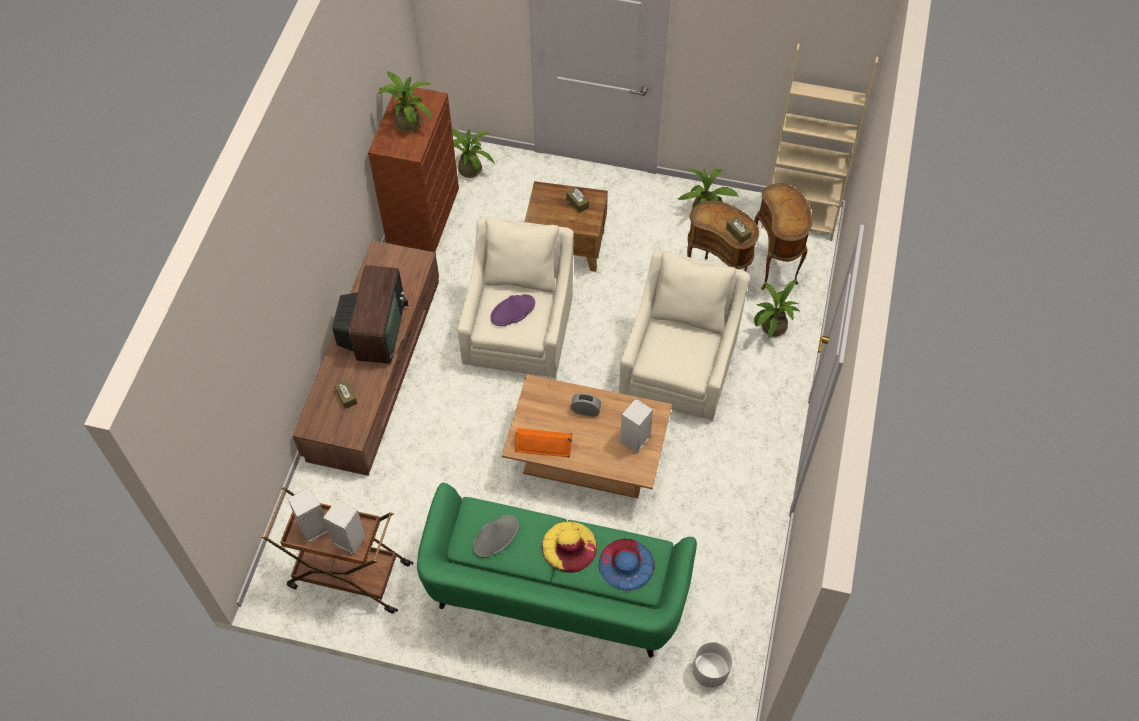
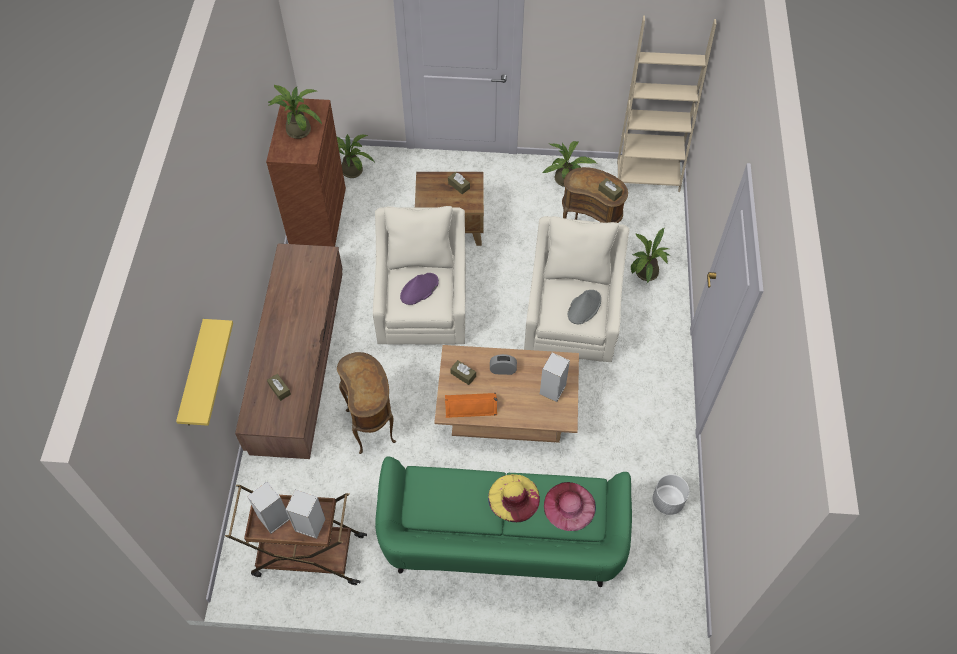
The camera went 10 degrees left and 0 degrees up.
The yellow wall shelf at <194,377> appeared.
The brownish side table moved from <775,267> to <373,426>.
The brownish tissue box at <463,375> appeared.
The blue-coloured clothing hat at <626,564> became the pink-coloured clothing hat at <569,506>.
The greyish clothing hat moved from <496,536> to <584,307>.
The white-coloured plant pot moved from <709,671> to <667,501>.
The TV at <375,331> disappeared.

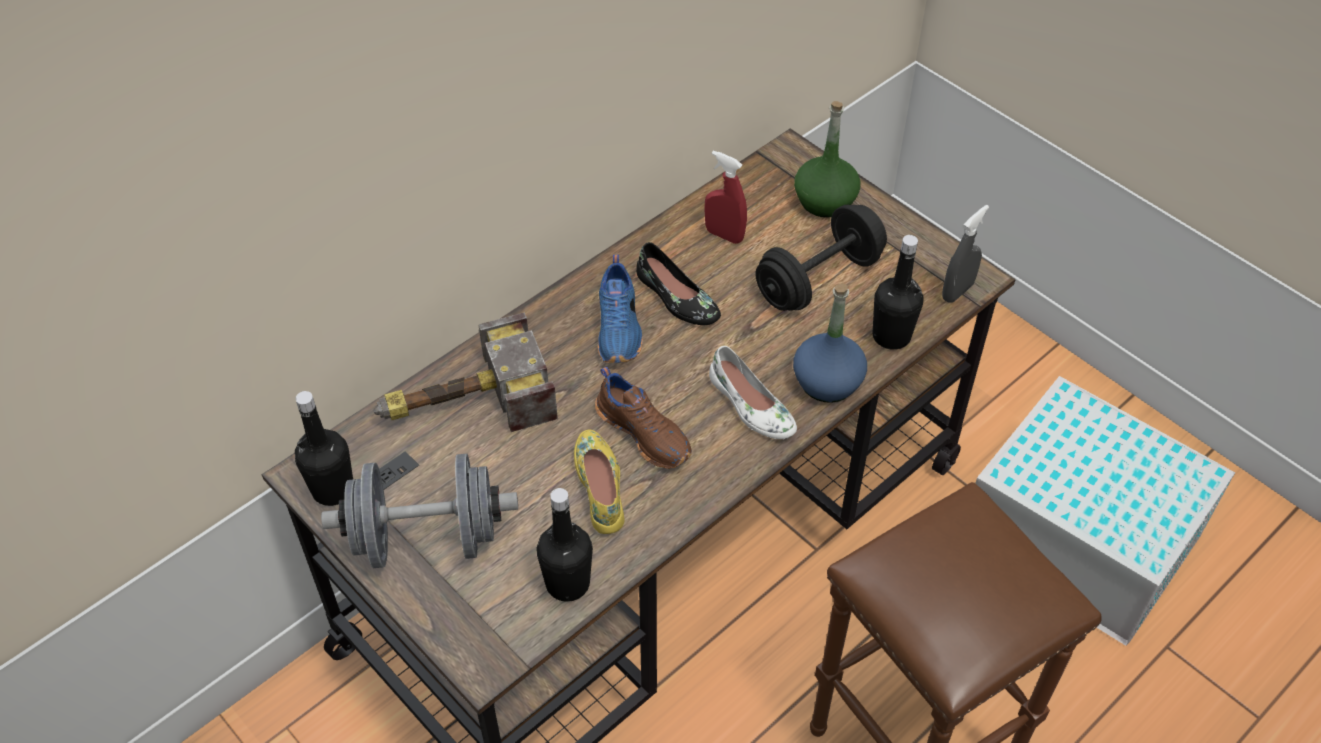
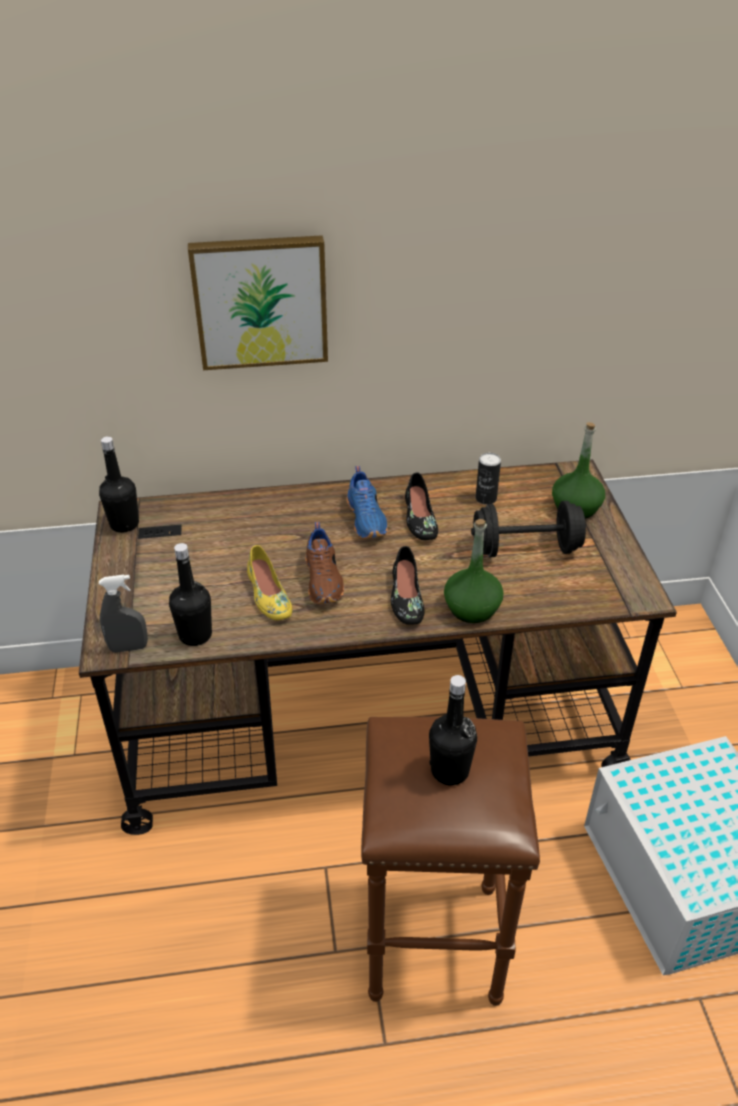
The camera went 35 degrees right and 10 degrees down.
The greyish sprayer moved from <957,291> to <128,647>.
The wall picture at <260,301> appeared.
The yellow shoe at <601,486> turned 135 degrees clockwise.
The blue-coloured shoe at <620,328> turned 45 degrees counterclockwise.
The white-coloured shoe at <750,406> became the blackish shoe at <405,597>.
The blackish bottle moved from <891,336> to <450,771>.
The blue-coloured bottle at <827,382> became the green bottle at <471,608>.
The red-coloured sprayer at <724,235> was replaced by the sealed can at <486,498>.
The greyish hand weight at <427,538> disappeared.
The tool hammer at <461,404> disappeared.

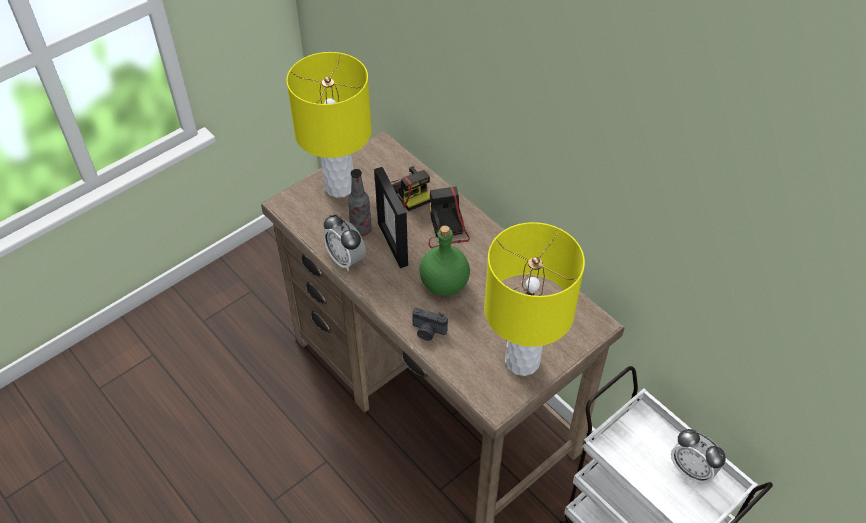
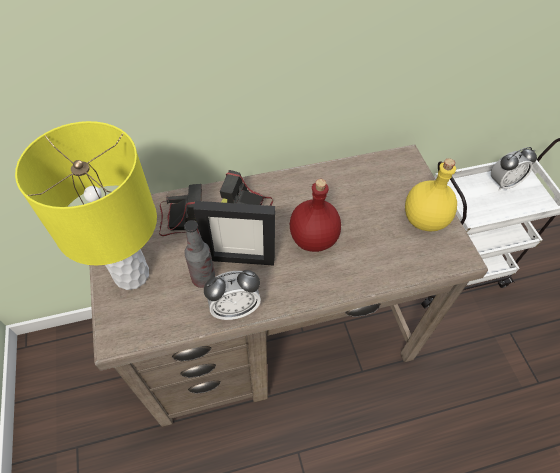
The camera went 65 degrees left and 5 degrees up.
The green bottle at <443,285> became the red-coloured bottle at <313,239>.
The yellow lamp for a table at <522,361> was replaced by the yellow bottle at <423,219>.
The photo camera at <428,331> disappeared.

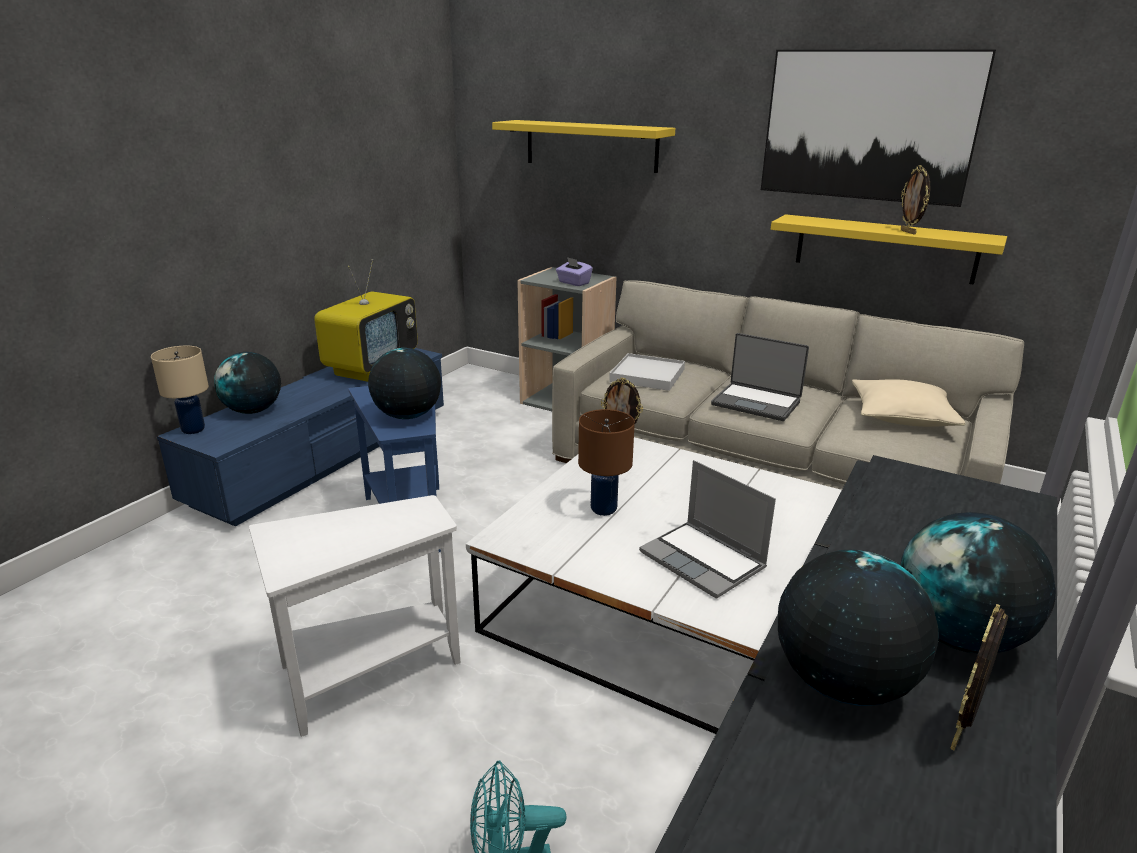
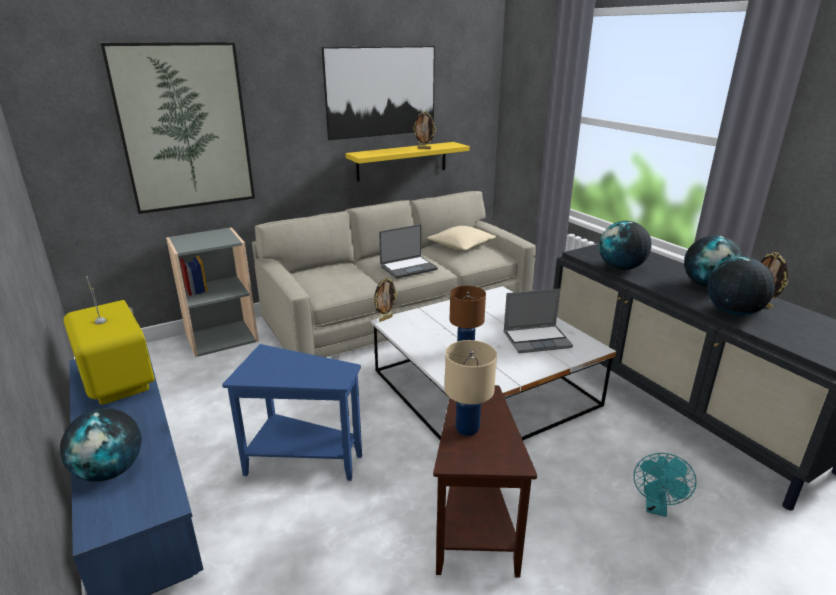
The camera went 60 degrees left and 0 degrees up.
The yellow wall shelf at <591,145> was replaced by the wall picture at <185,128>.
The white-coloured side table at <364,675> became the brownish side table at <474,529>.
The beige-coloured lamp for a table moved from <192,430> to <467,430>.
The world globe moved from <407,416> to <621,268>.
The purplish tissue box at <573,283> disappeared.
The white-coloured carrying tray at <647,375> disappeared.

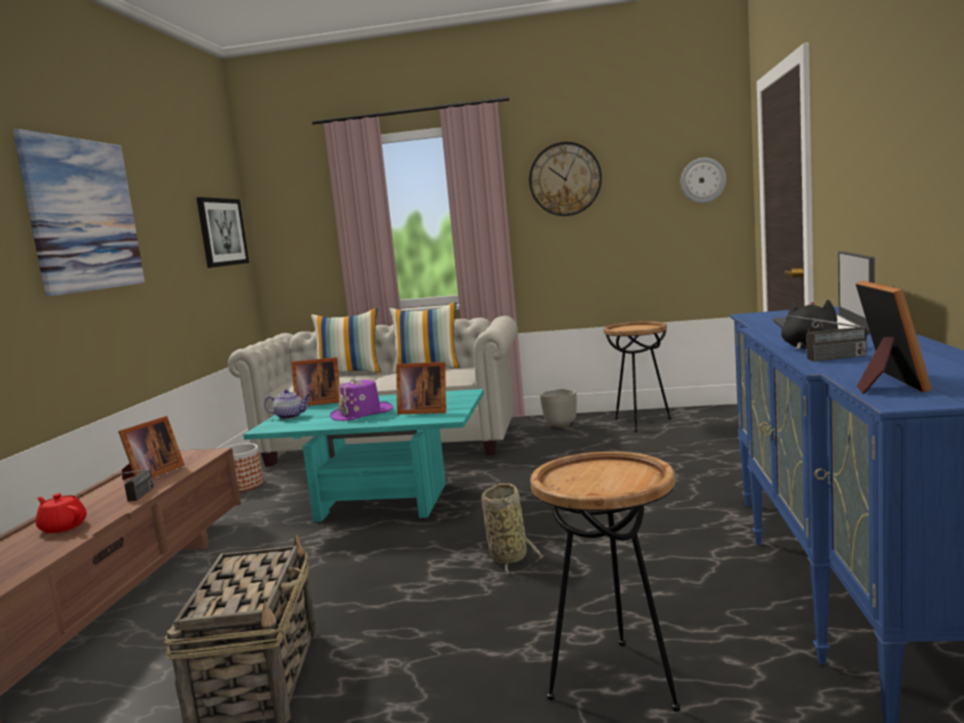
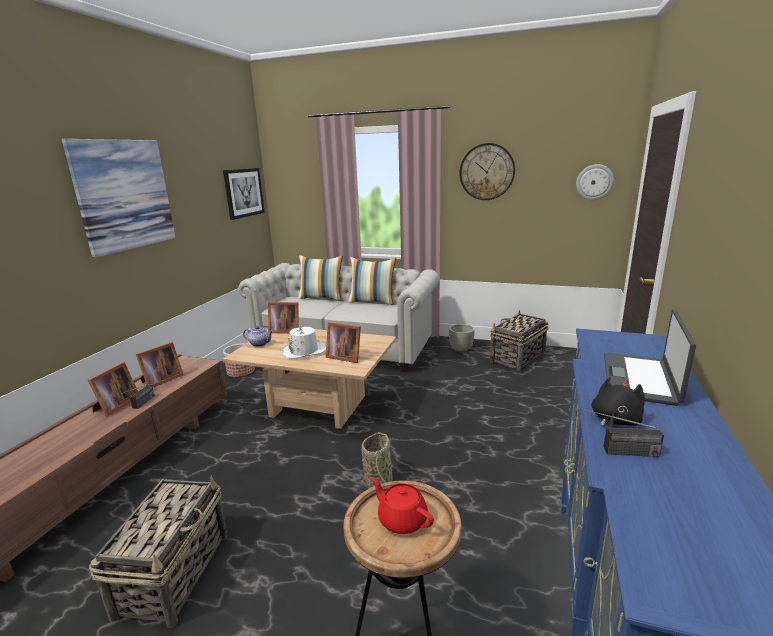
The camera went 10 degrees right and 10 degrees up.
The picture frame moved from <883,383> to <115,406>.
The blue-green coffee table at <382,502> became the beige-coloured coffee table at <318,406>.
The purplish clothing hat at <362,414> became the white-coloured clothing hat at <304,351>.
The red-coloured tea pot moved from <63,527> to <402,519>.
The brownish side table at <640,423> was replaced by the storage basket at <517,357>.

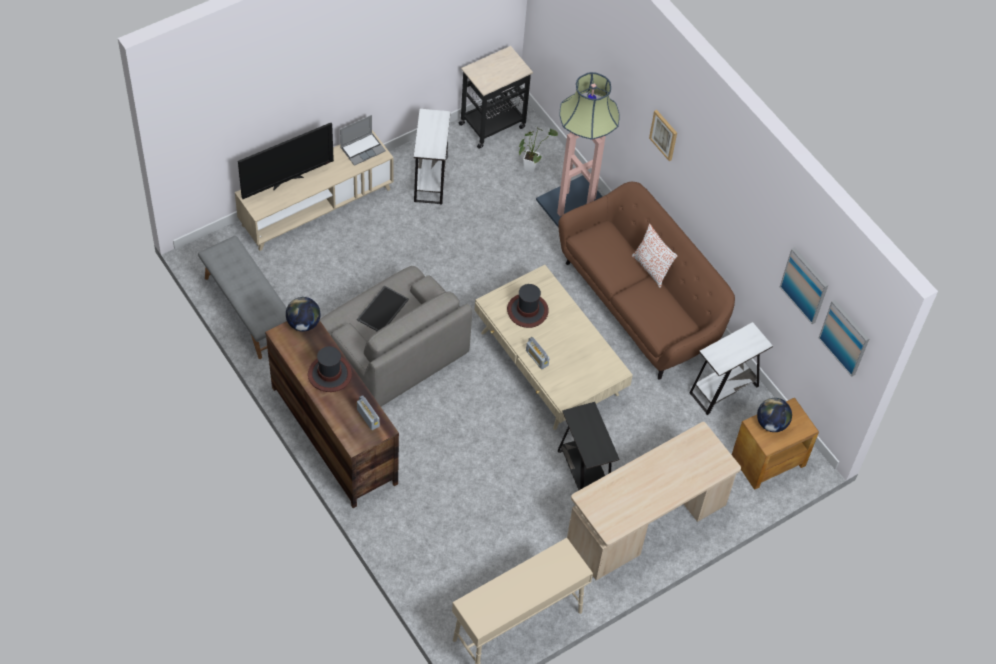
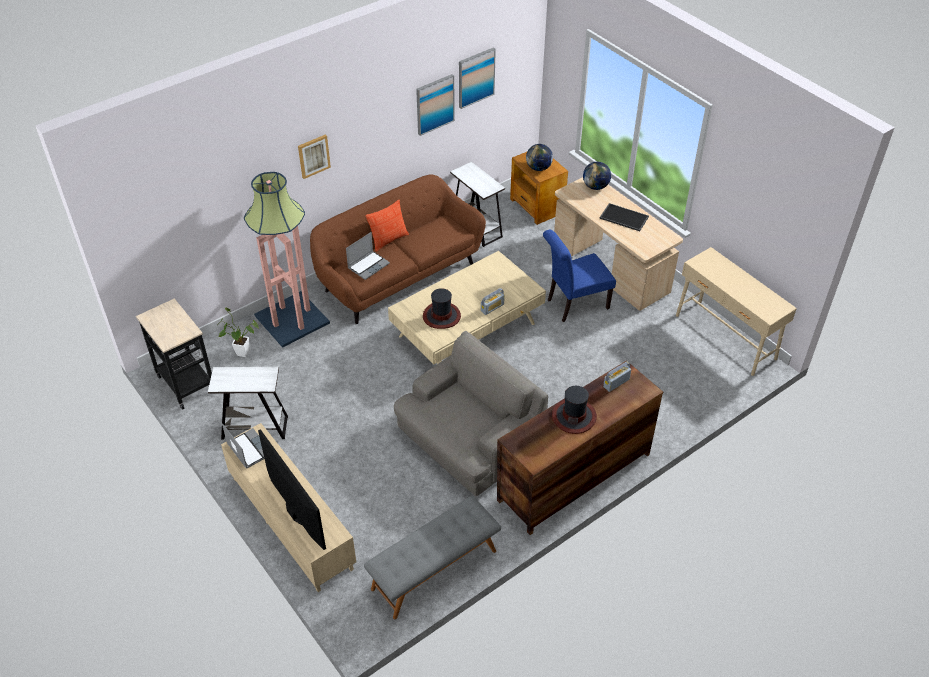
The camera went 90 degrees left and 10 degrees down.
The portable computer at <368,265> appeared.
The white-coloured cushion at <651,269> became the orange cushion at <389,240>.
The wall picture moved from <845,337> to <434,104>.
The blackish side table at <583,474> was replaced by the blue-coloured chair at <574,304>.
The world globe moved from <303,323> to <595,186>.
The carrying tray moved from <382,309> to <623,218>.

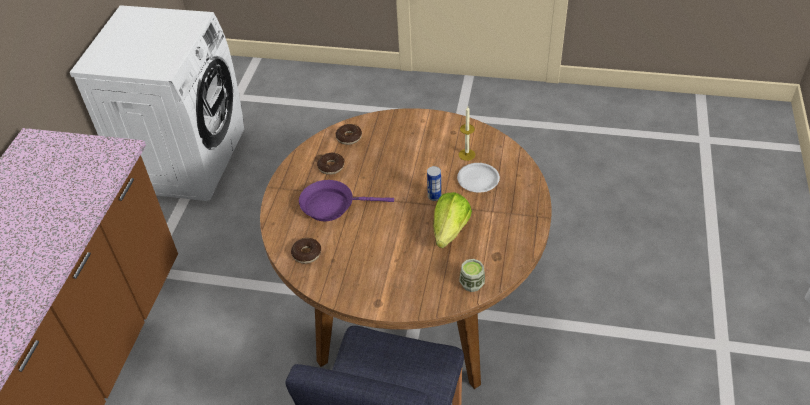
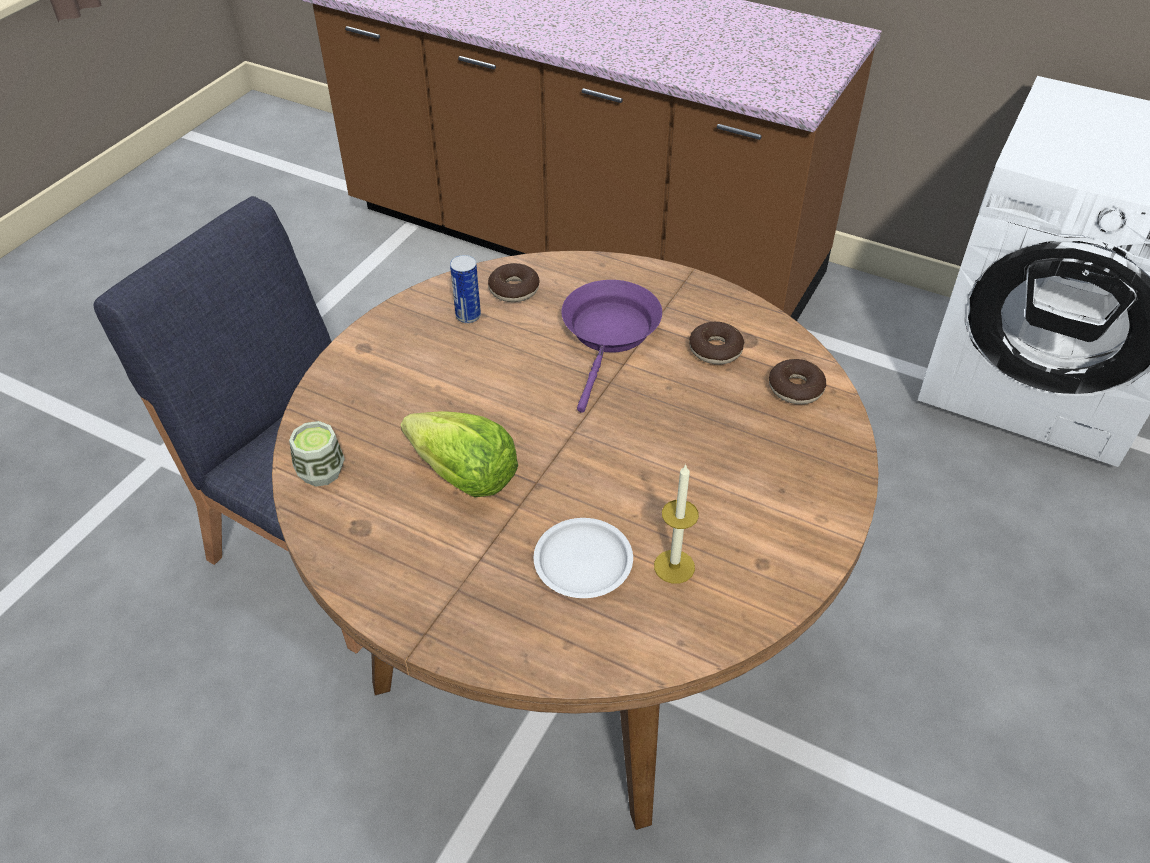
The camera went 105 degrees right and 0 degrees up.
The sealed can moved from <434,196> to <468,315>.

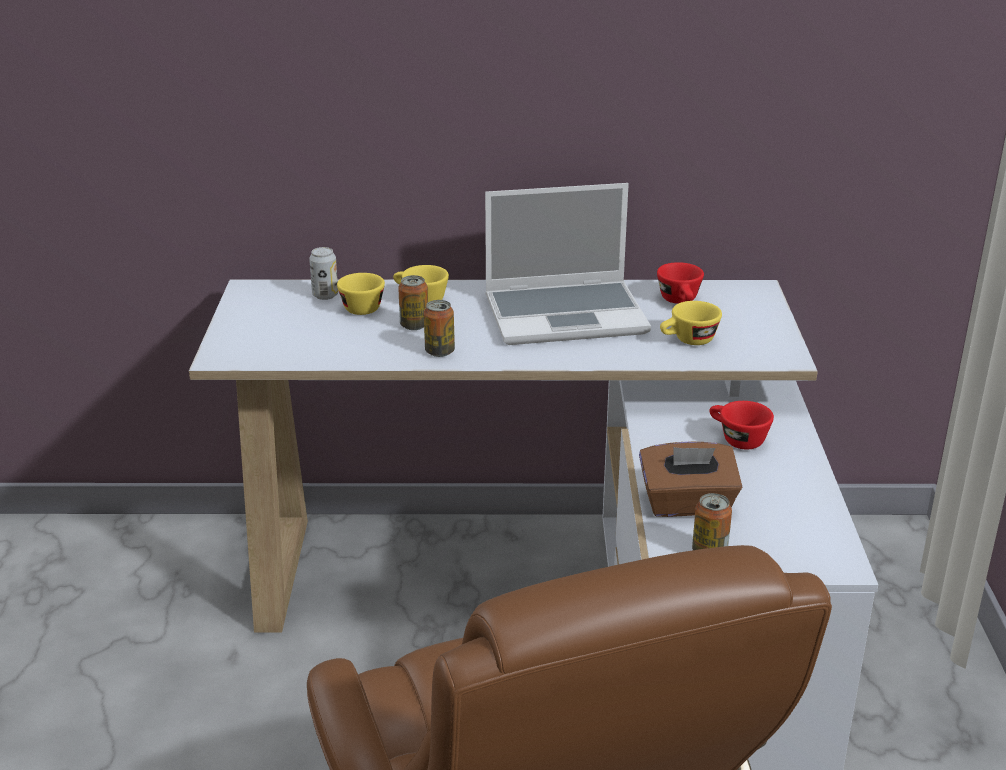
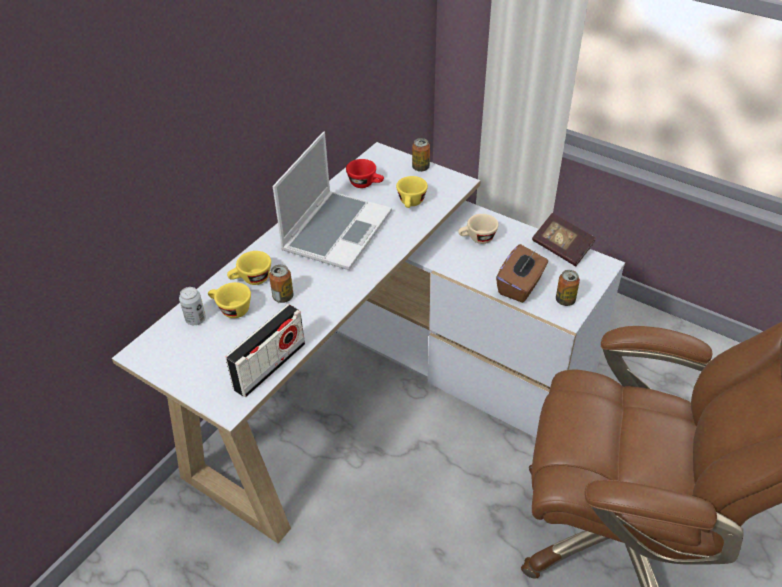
The camera went 55 degrees left and 15 degrees up.
The radio set at <270,366> appeared.
The sealed can moved from <439,351> to <420,168>.
The red-coloured drinking cup at <736,439> became the beige-coloured drinking cup at <477,239>.
The bound book at <561,248> appeared.

